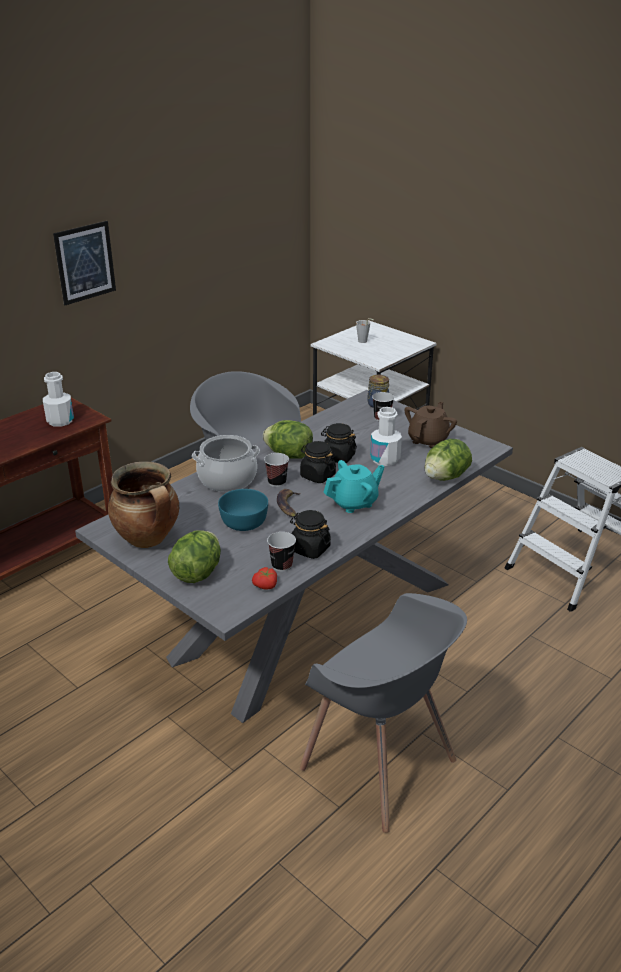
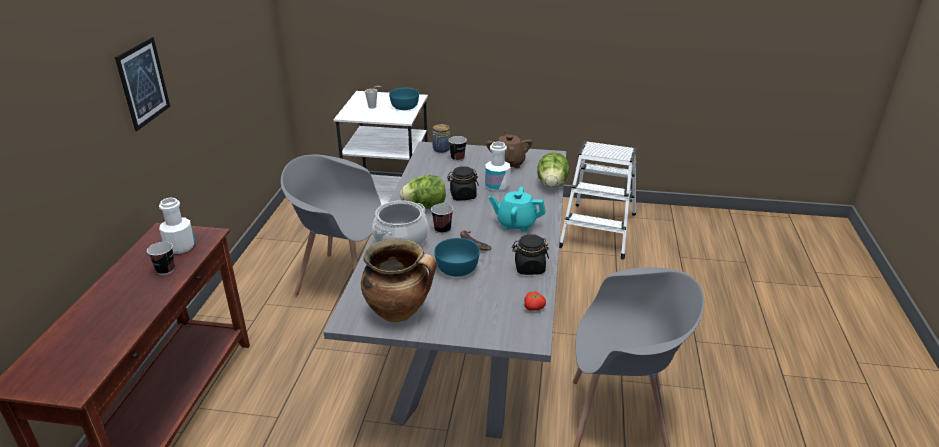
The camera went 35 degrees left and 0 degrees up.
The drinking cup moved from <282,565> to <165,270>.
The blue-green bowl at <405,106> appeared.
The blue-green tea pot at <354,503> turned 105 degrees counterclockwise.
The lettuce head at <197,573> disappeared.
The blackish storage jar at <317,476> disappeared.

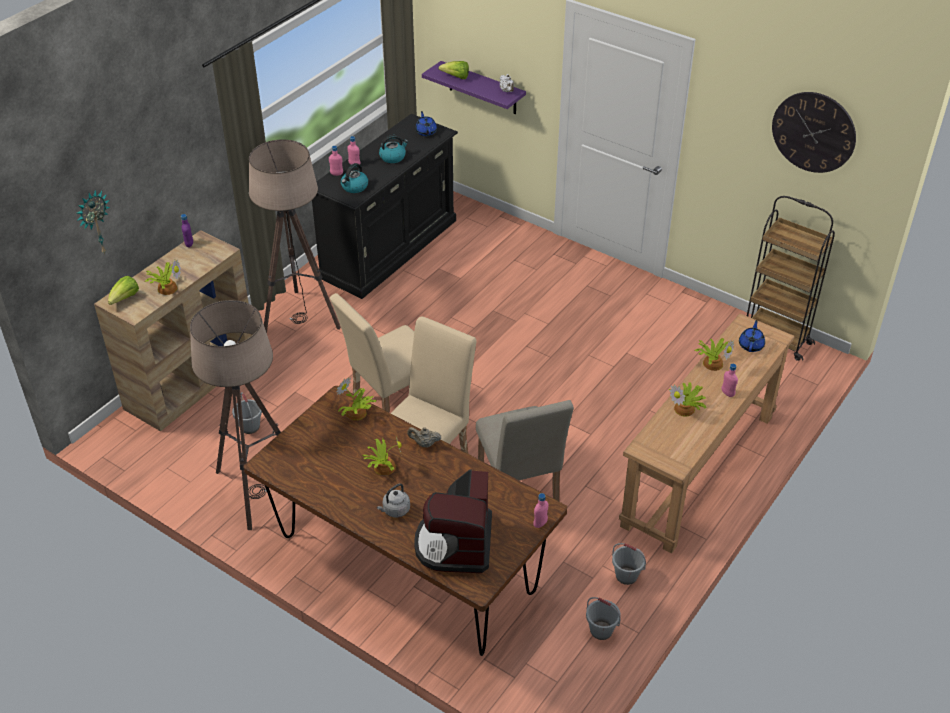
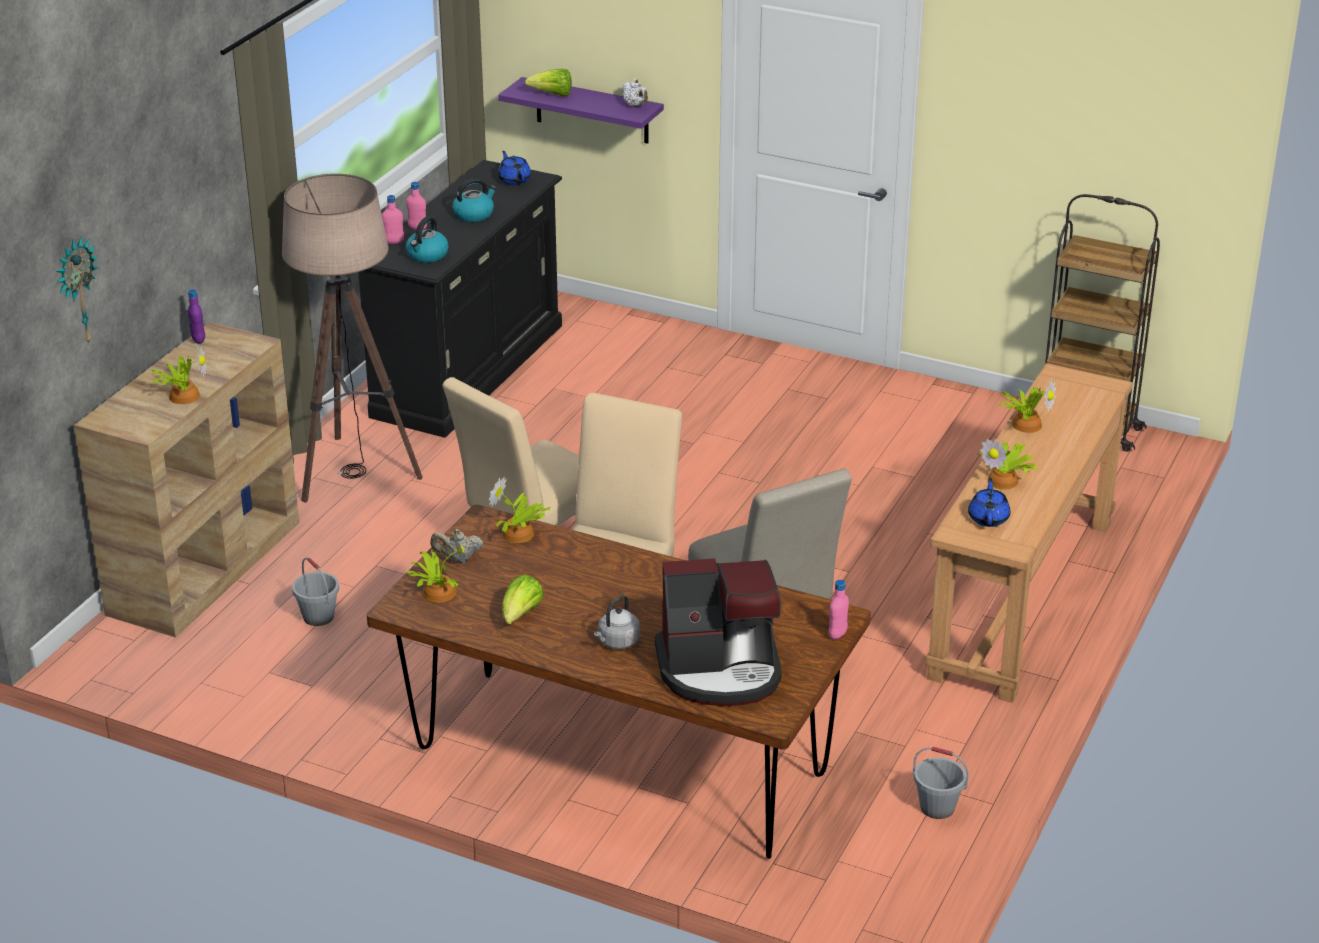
The camera went 10 degrees left and 10 degrees down.
The plant in a pot moved from <383,467> to <437,592>.
The beige-coloured tea pot moved from <424,444> to <457,559>.
The lettuce head moved from <125,299> to <520,615>.
The coffee maker at <455,543> turned 90 degrees counterclockwise.
The blue-coloured tea pot moved from <751,345> to <988,518>.
The standard lamp at <256,490> disappeared.
The greyish water bucket at <626,575> disappeared.
The pink-coloured bottle at <727,393> disappeared.
The clock on the wall at <813,132> disappeared.

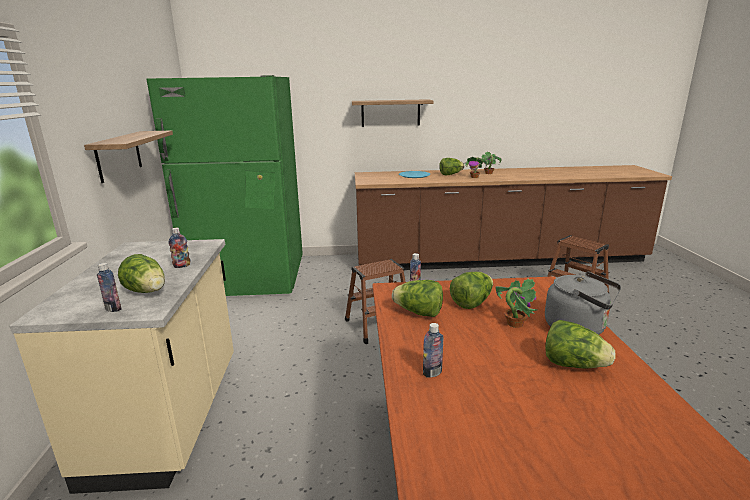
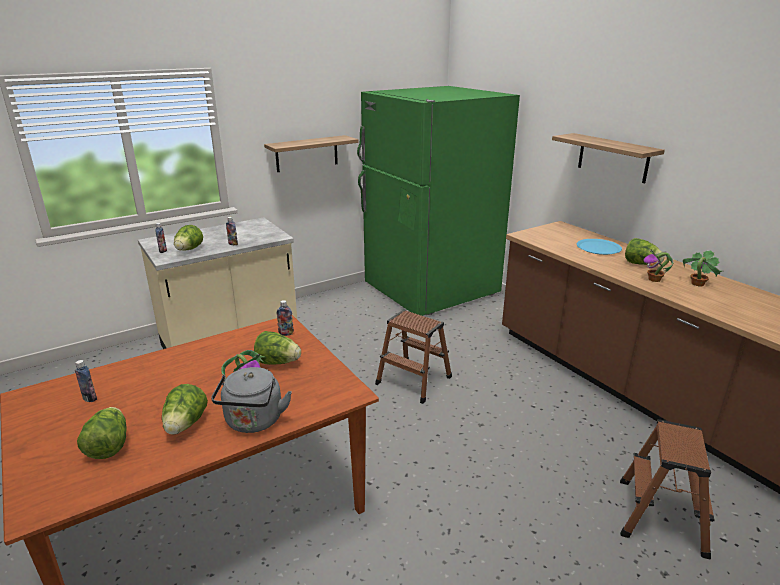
The camera went 60 degrees right and 5 degrees up.
The bottle moved from <432,373> to <90,398>.
The lettuce head moved from <418,313> to <109,446>.

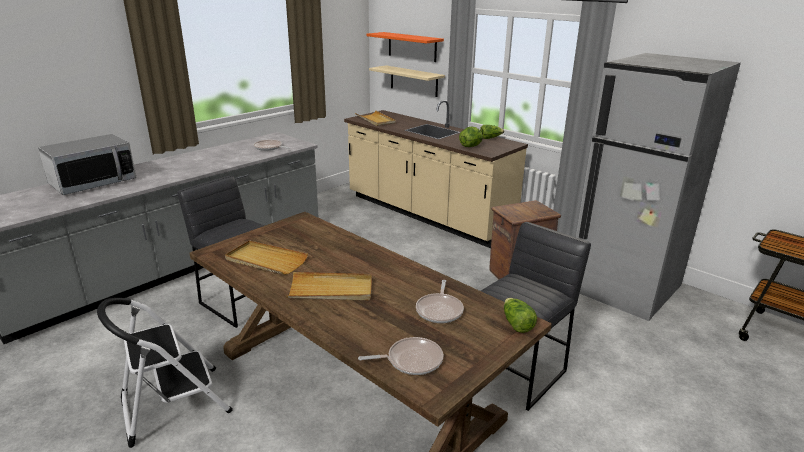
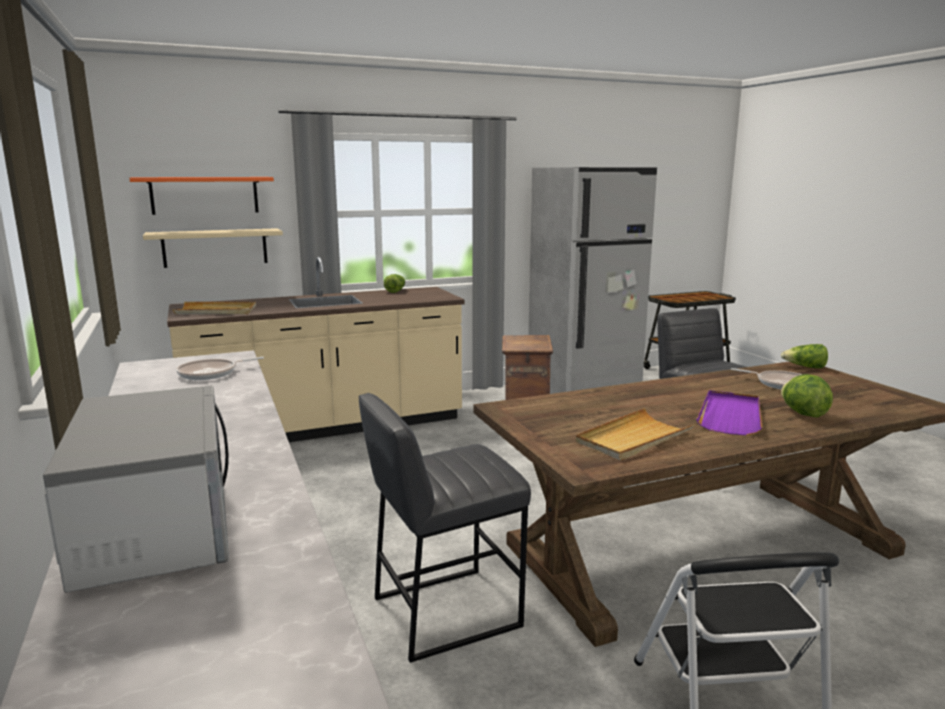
The camera went 65 degrees left and 10 degrees down.
The beige-coloured carrying tray at <331,290> became the purplish carrying tray at <730,416>.
The lettuce head moved from <471,146> to <803,414>.
The pan at <411,360> disappeared.

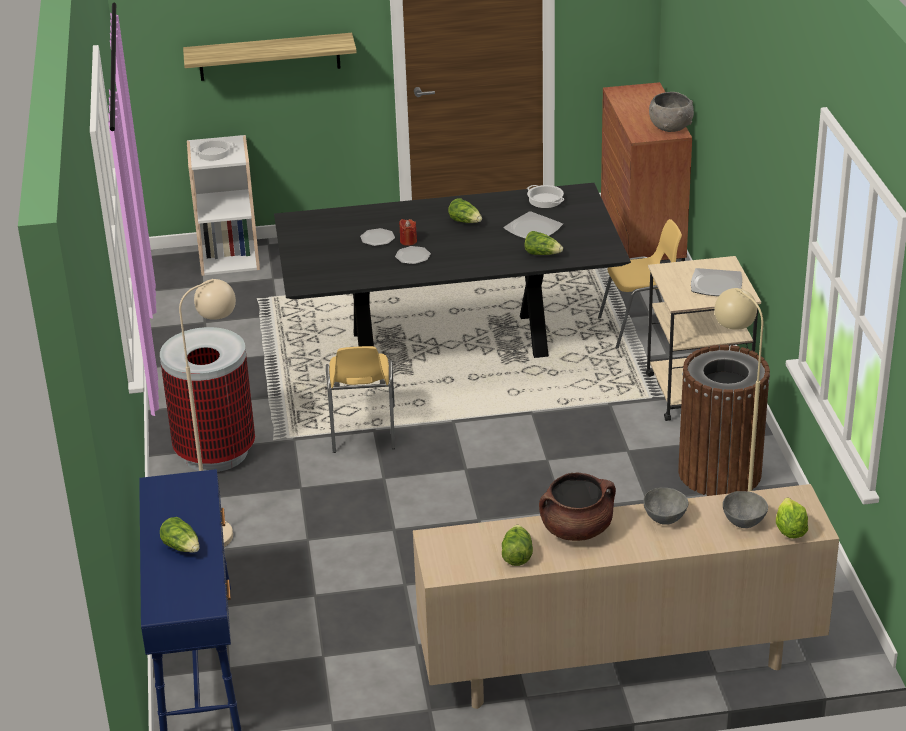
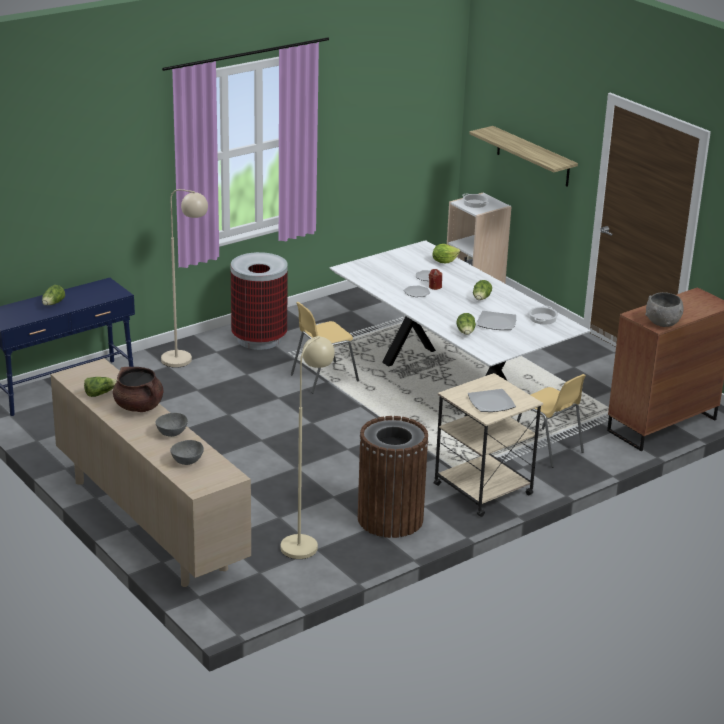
The camera went 60 degrees right and 5 degrees down.
The blackish dining table at <451,345> became the white-coloured dining table at <450,383>.
The lettuce head moved from <789,531> to <444,261>.

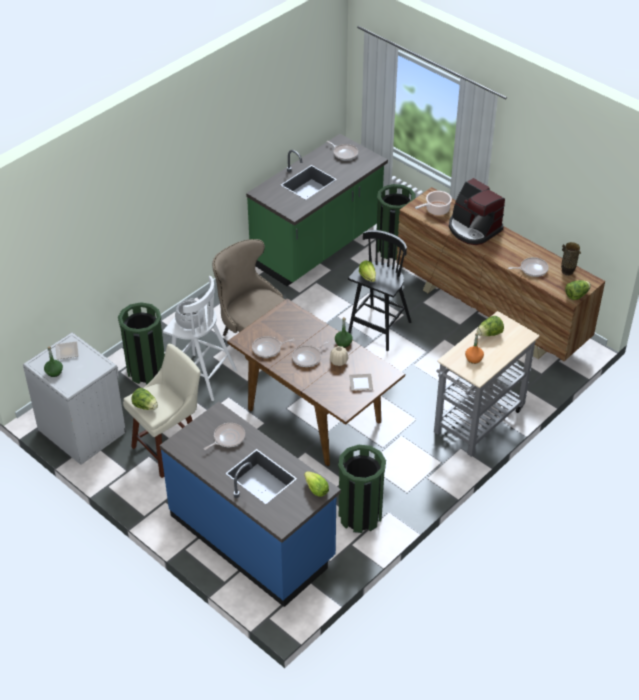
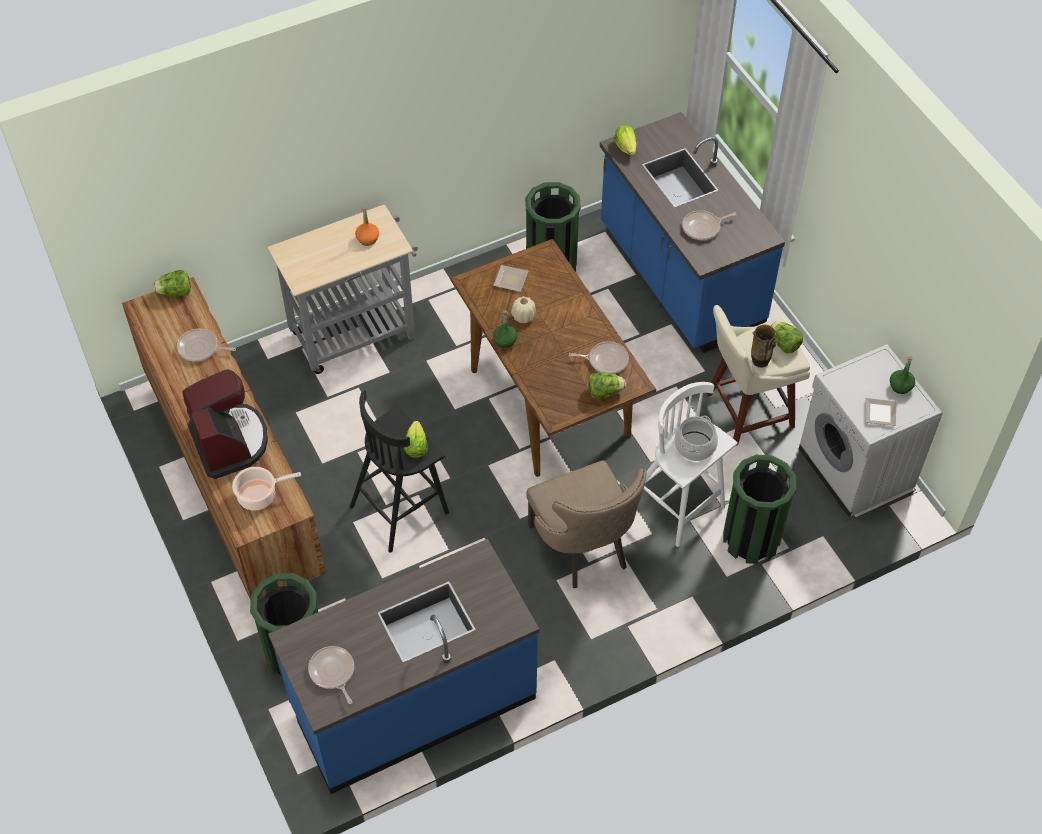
The camera went 160 degrees left and 10 degrees up.
The green kitchen counter at <318,246> became the blue-coloured kitchen counter at <412,701>.
The lettuce head moved from <489,334> to <604,392>.
The vase moved from <567,271> to <760,361>.
The pan at <308,357> disappeared.

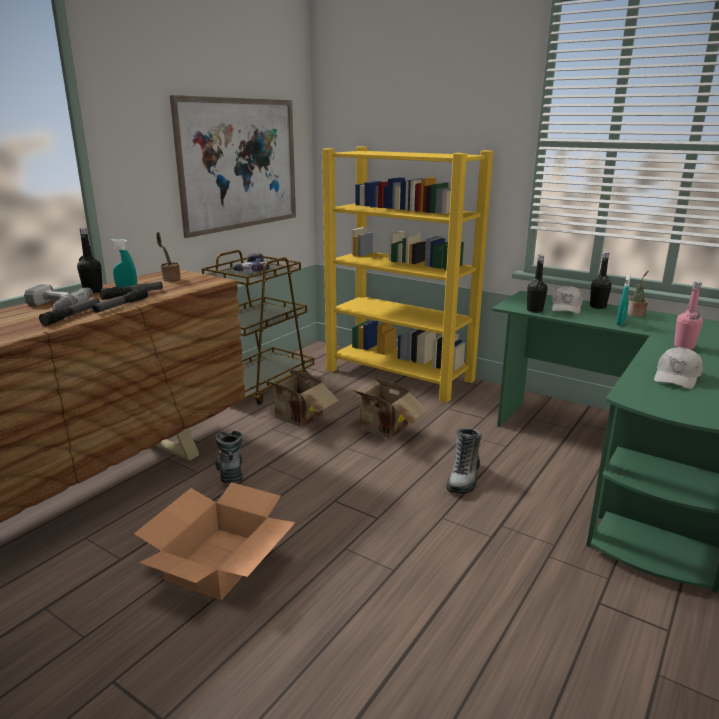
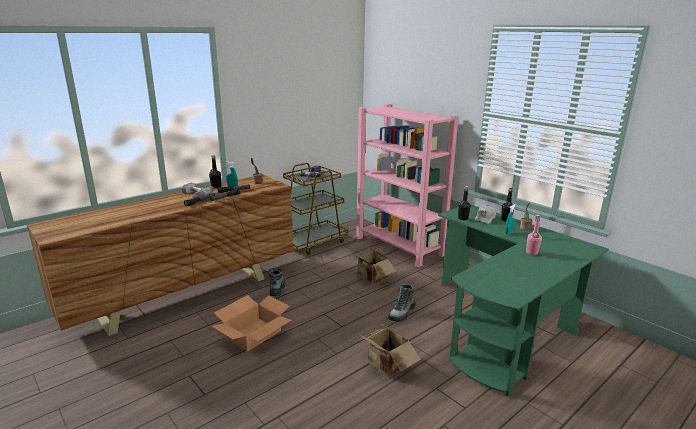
The camera went 15 degrees right and 0 degrees up.
The yellow bookcase at <399,375> became the pink-coloured bookcase at <399,246>.
The carton moved from <297,419> to <386,366>.
The wall picture at <240,164> disappeared.
The white-coloured peaked cap at <677,377> disappeared.

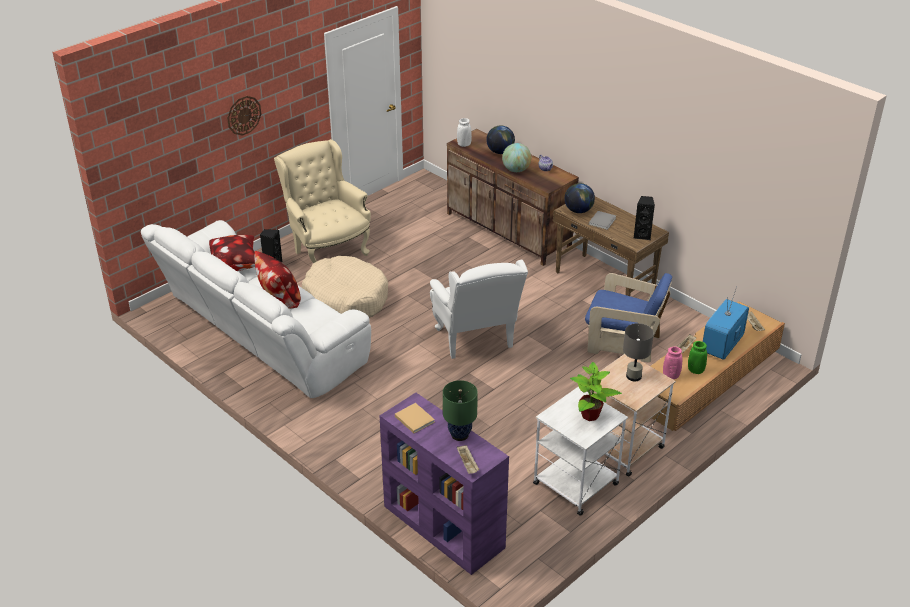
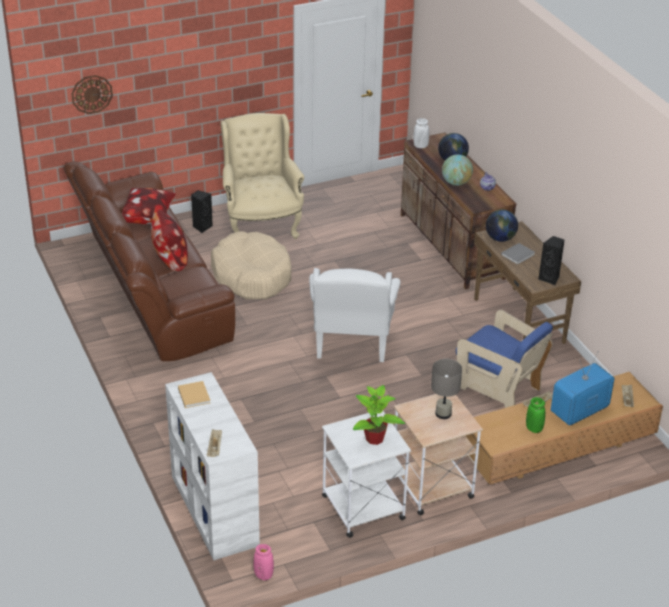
The camera went 20 degrees right and 0 degrees up.
The white-coloured settee at <260,336> became the brownish settee at <152,292>.
The clock on the wall moved from <243,115> to <92,94>.
The purplish bookcase at <442,527> became the white-coloured bookcase at <213,510>.
The pink-coloured vase moved from <671,375> to <263,575>.
The green lamp for a table at <459,435> disappeared.

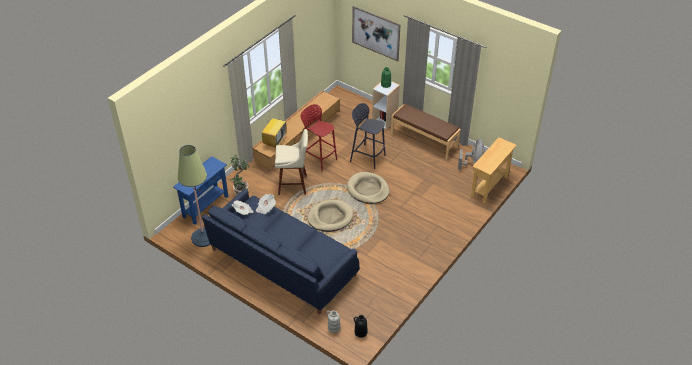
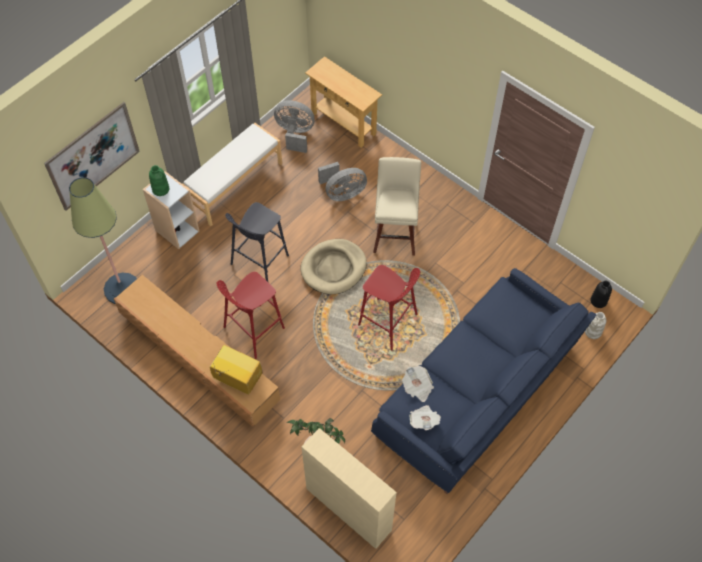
The camera went 85 degrees left and 15 degrees up.
The standard lamp moved from <203,237> to <122,289>.
The brownish long seat at <424,140> became the white-coloured long seat at <234,185>.
The blue-coloured console table at <205,206> was replaced by the beige-coloured bookcase at <347,509>.
The greyish fan at <342,193> appeared.
The beige-coloured pet bed at <330,217> was replaced by the red-coloured stool seat at <387,323>.
The beige-coloured stool seat moved from <293,185> to <395,235>.

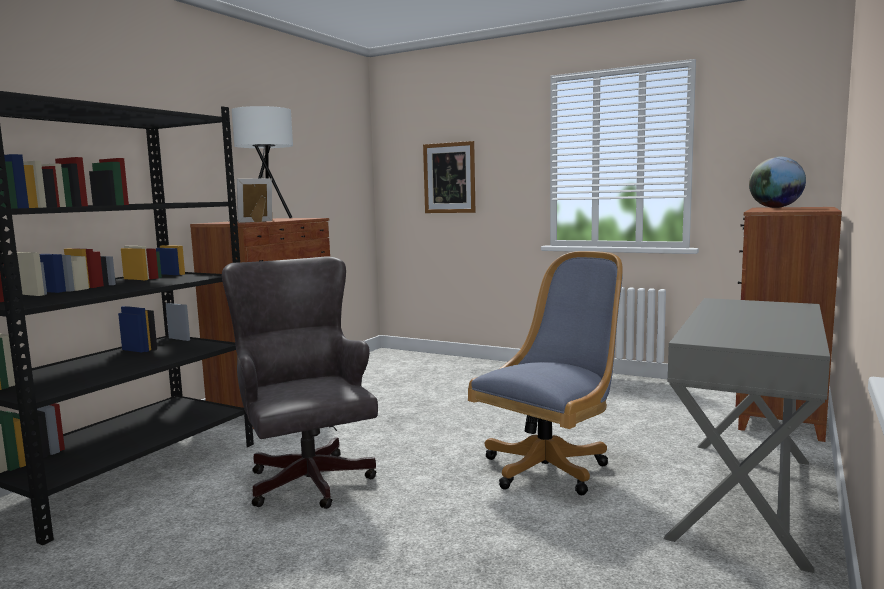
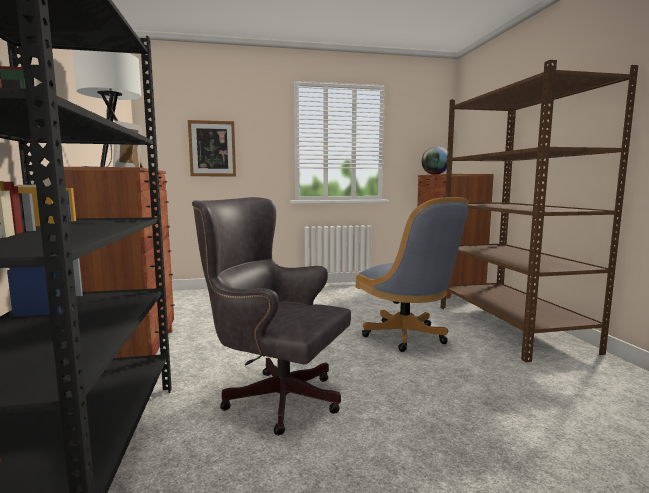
The camera went 40 degrees left and 0 degrees up.
The blue-coloured computer chair at <551,466> turned 150 degrees clockwise.
The greyish console table at <746,496> was replaced by the brownish bookcase at <510,327>.

